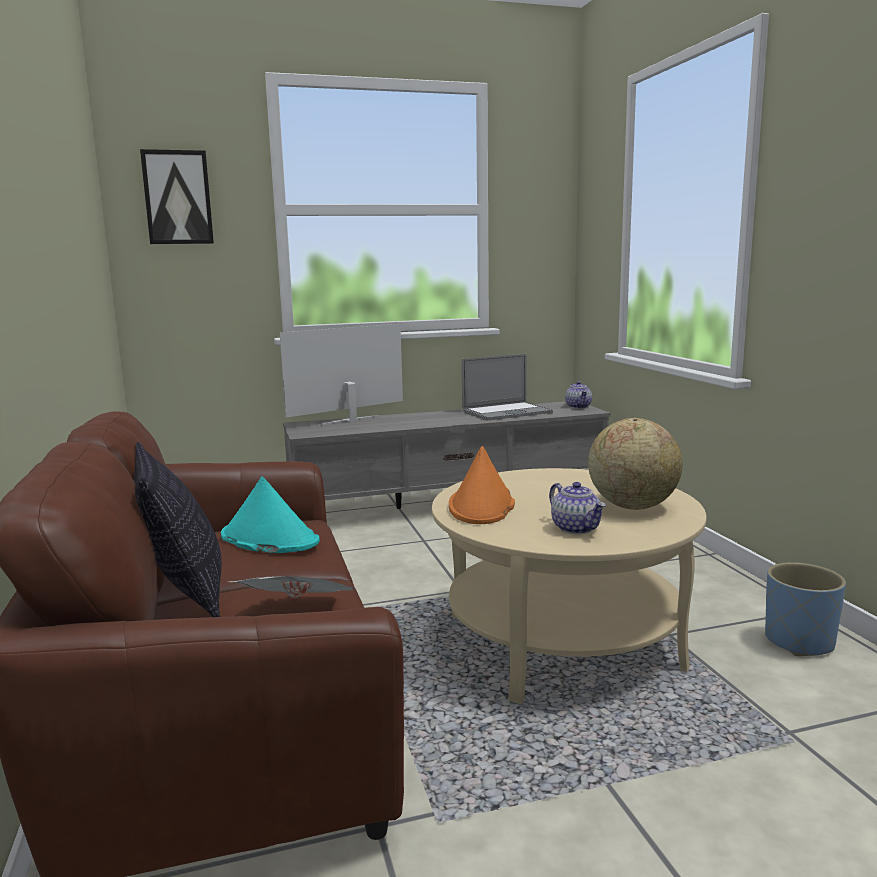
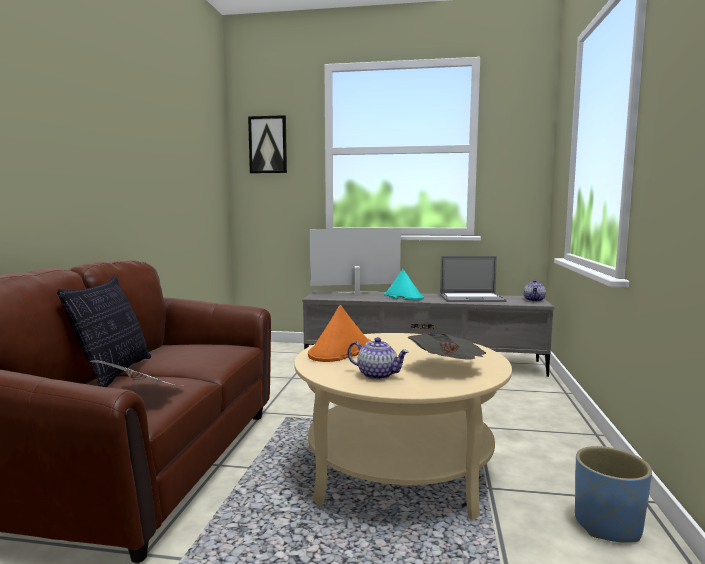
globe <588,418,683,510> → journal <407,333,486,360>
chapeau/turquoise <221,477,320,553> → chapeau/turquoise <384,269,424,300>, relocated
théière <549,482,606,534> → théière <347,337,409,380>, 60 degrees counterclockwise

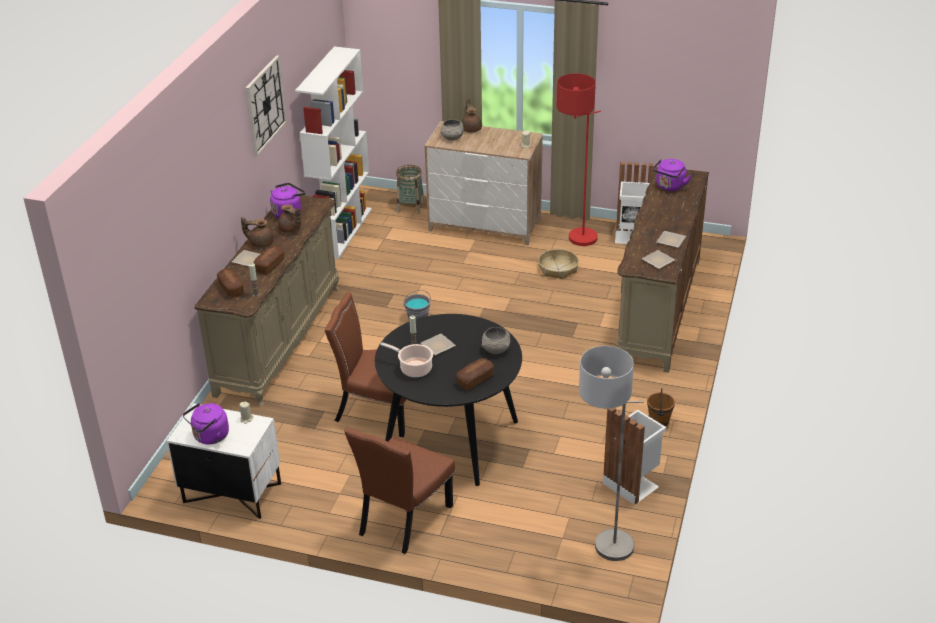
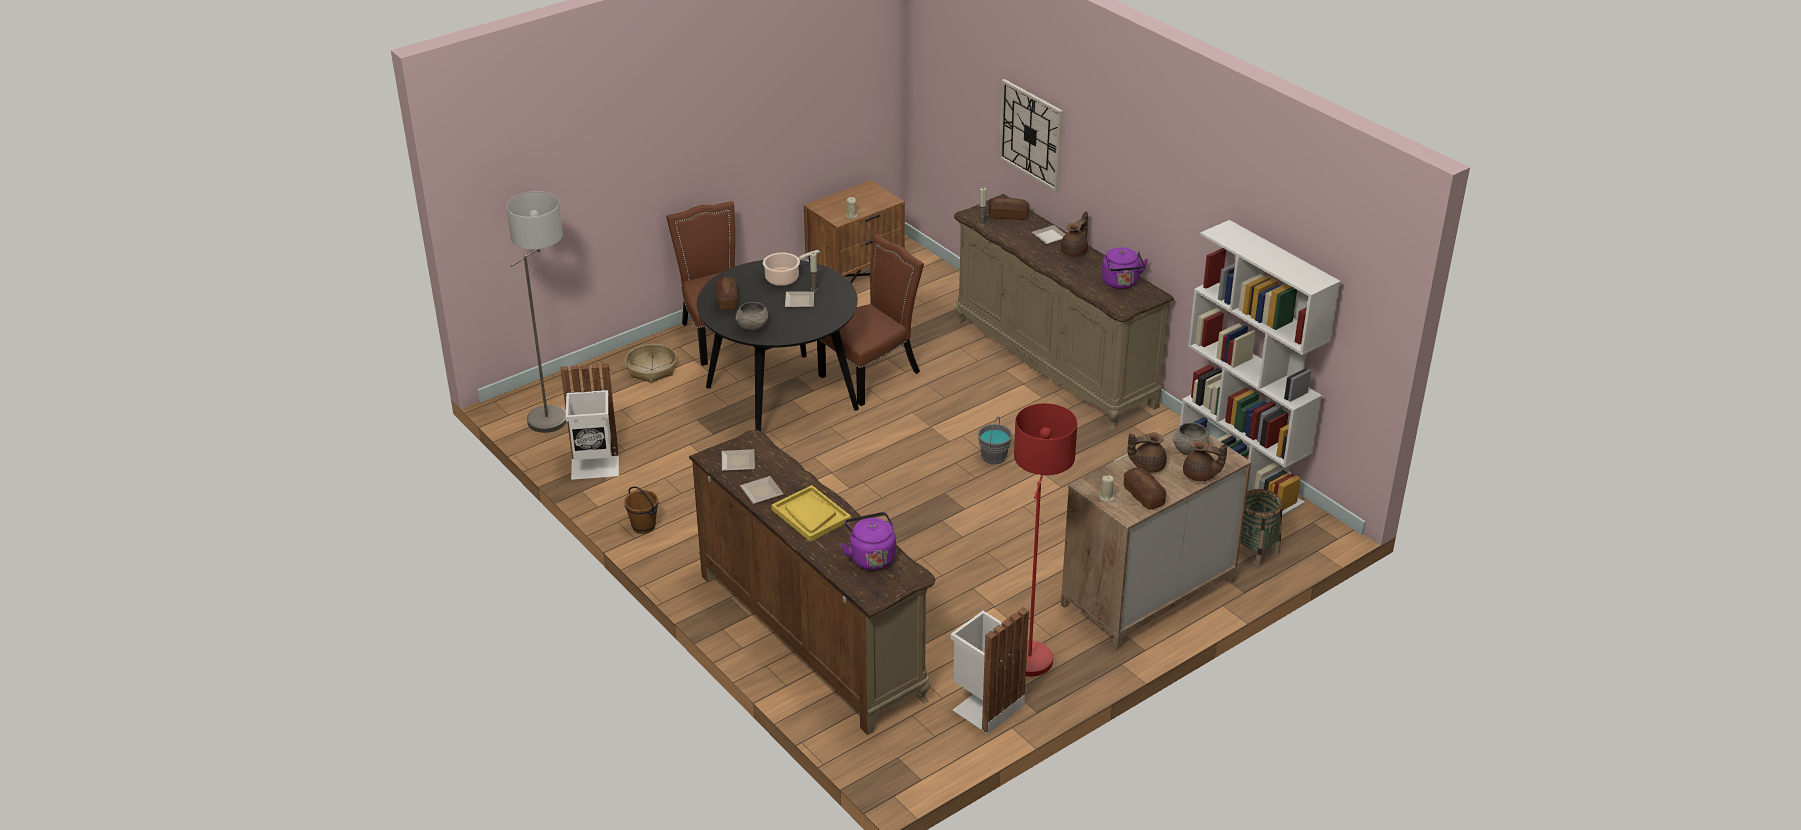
horloge murale <245,55,287,157> → horloge murale <999,79,1063,192>, relocated
théière/marron <278,205,301,233> → théière/marron <1127,432,1167,473>, relocated
pain <254,246,285,275> → pain <1124,467,1166,510>, relocated
panier <538,249,579,279> → panier <625,344,677,383>, relocated
table de chevet/blanc <167,403,281,519> → table de chevet/marron <804,180,905,283>
bouilloire/violet <183,403,229,444> → -
- → plateau/jaune <771,485,851,542>

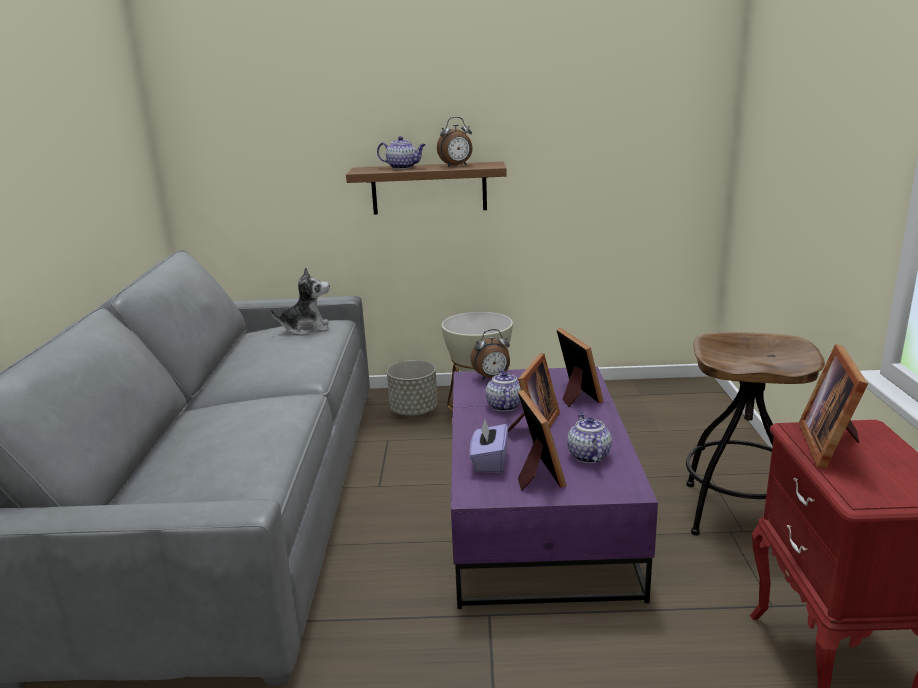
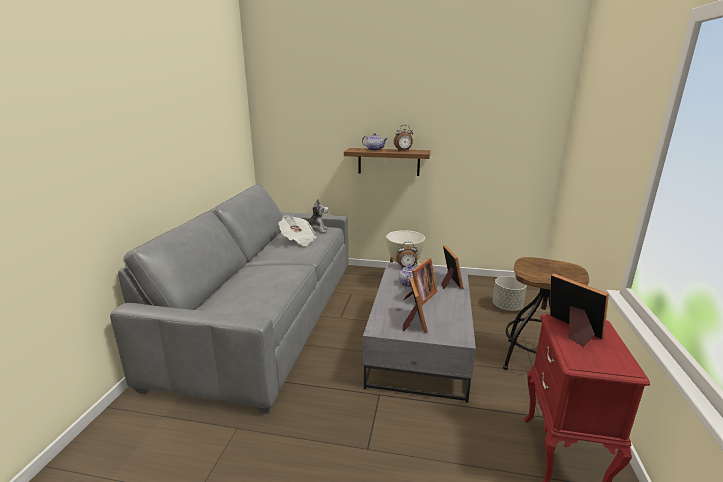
cadre photo <799,344,868,470> → cadre photo <550,273,609,347>, 120 degrees clockwise
cache-pot/gris <387,360,438,416> → cache-pot/gris <493,276,527,311>, relocated
table basse/violet <450,367,658,609> → table basse/gris <363,262,476,403>
théière <567,413,612,463> → -
boîte à mouchoirs/violet <470,419,508,473> → -
- → journal <278,216,317,246>

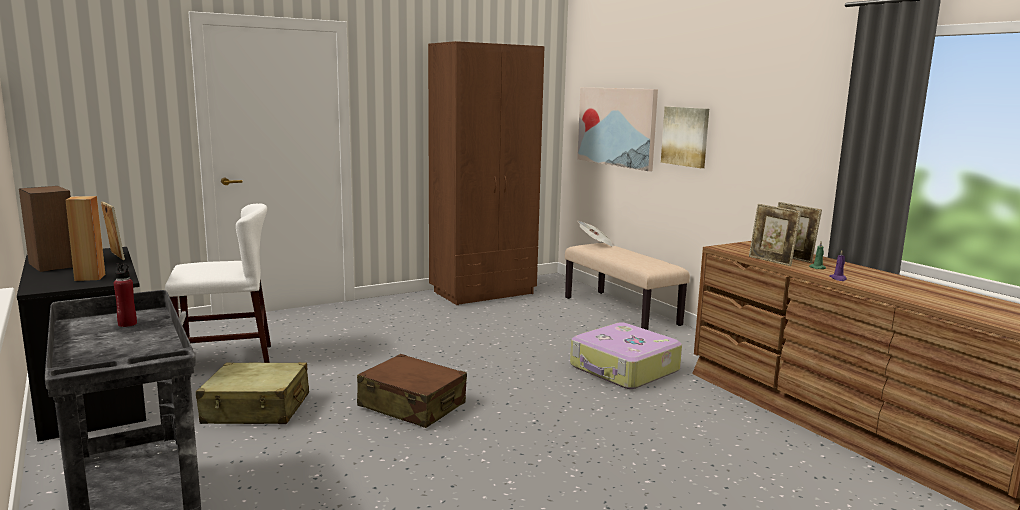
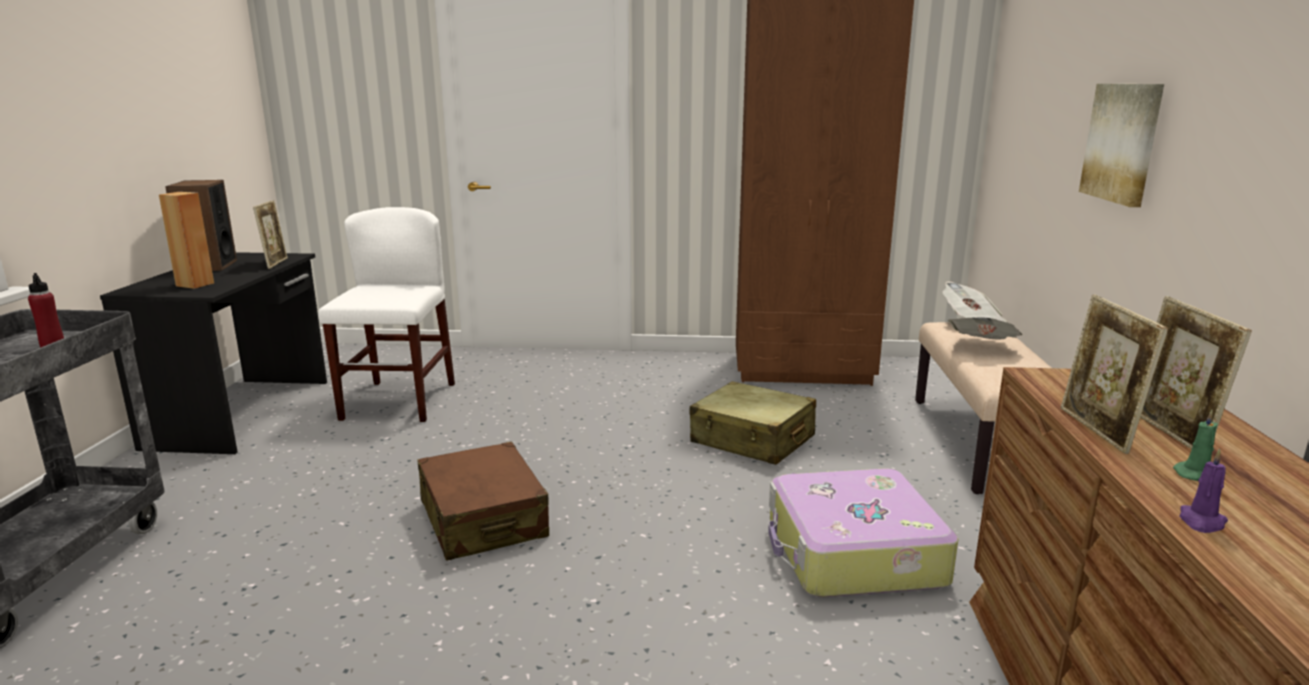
tableau <577,87,658,171> → -
chaise/blanc <165,204,271,363> → chaise/blanc <318,207,455,422>, 105 degrees counterclockwise
valise/beige <196,362,309,424> → valise/beige <690,381,816,465>, relocated
- → journal <948,317,1022,340>

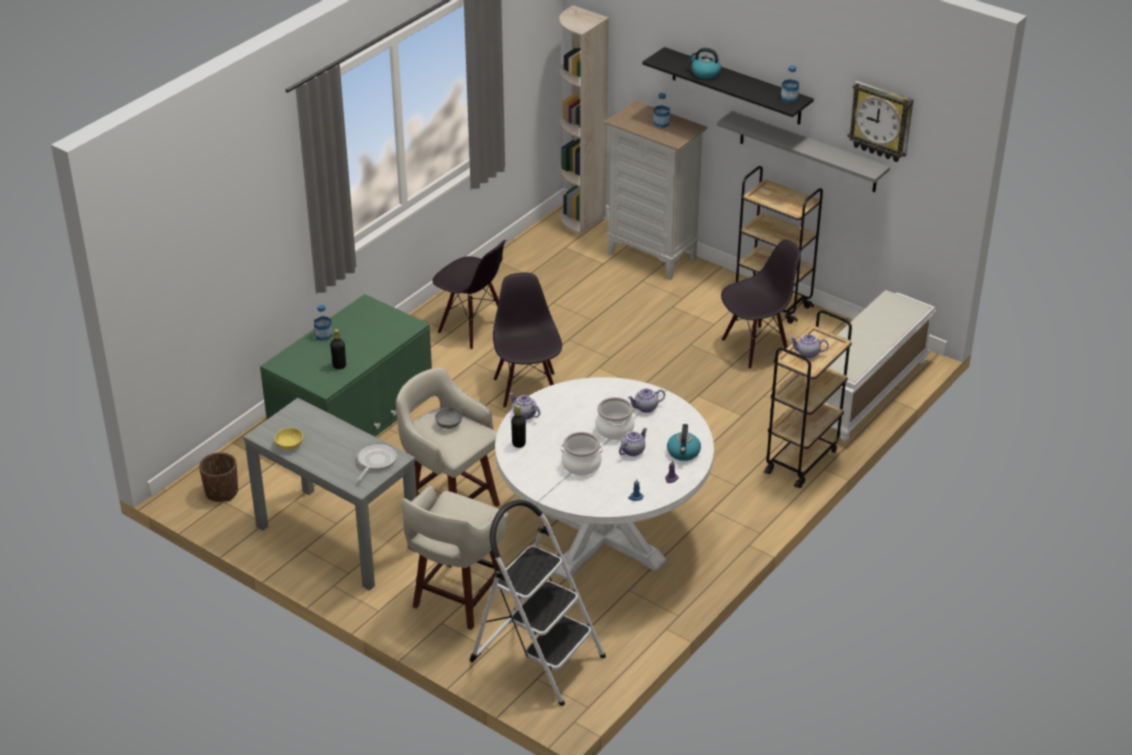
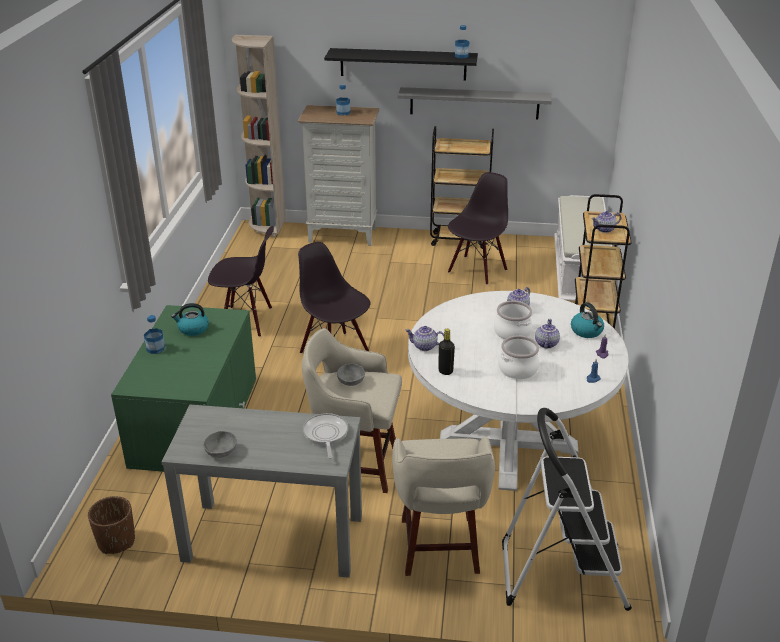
bouilloire <689,48,721,79> → bouilloire <171,303,209,336>, relocated
horloge murale <847,81,914,162> → -
bouteille/noir <330,329,346,369> → -
bol/jaune <274,428,303,450> → bol/gris <203,431,237,458>

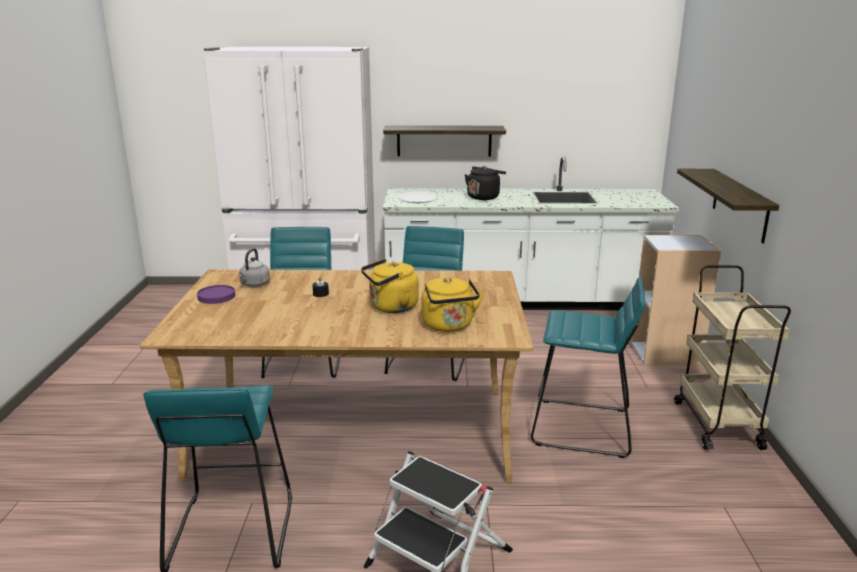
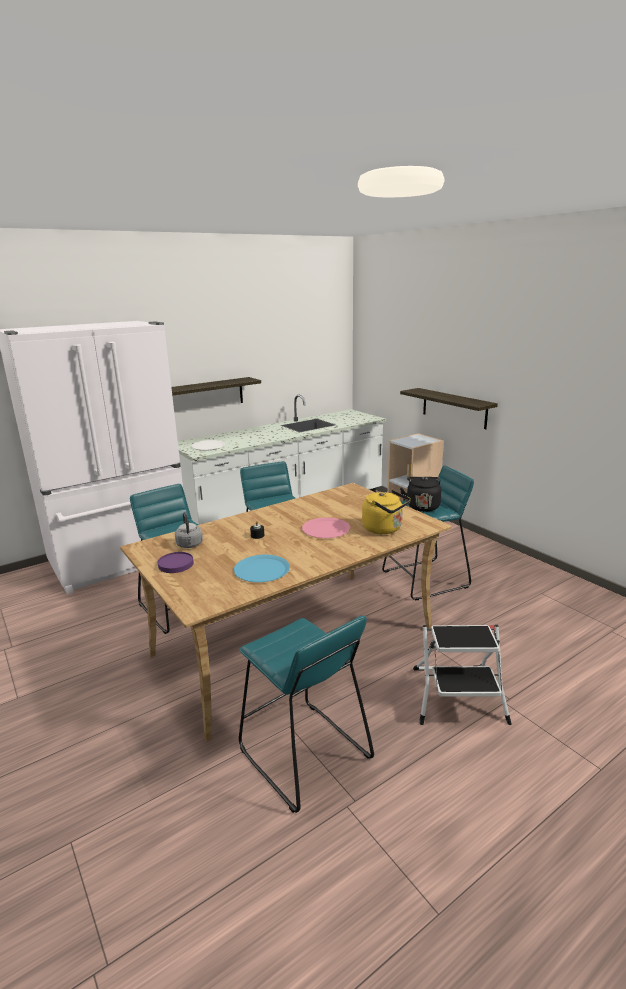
bouilloire/noir <465,166,506,200> → bouilloire/noir <400,477,441,512>, relocated
bouilloire/jaune <361,259,418,313> → assiette/rose <302,517,350,538>
chariot/beige <674,265,791,450> → -
- → assiette/bleu <234,555,290,582>

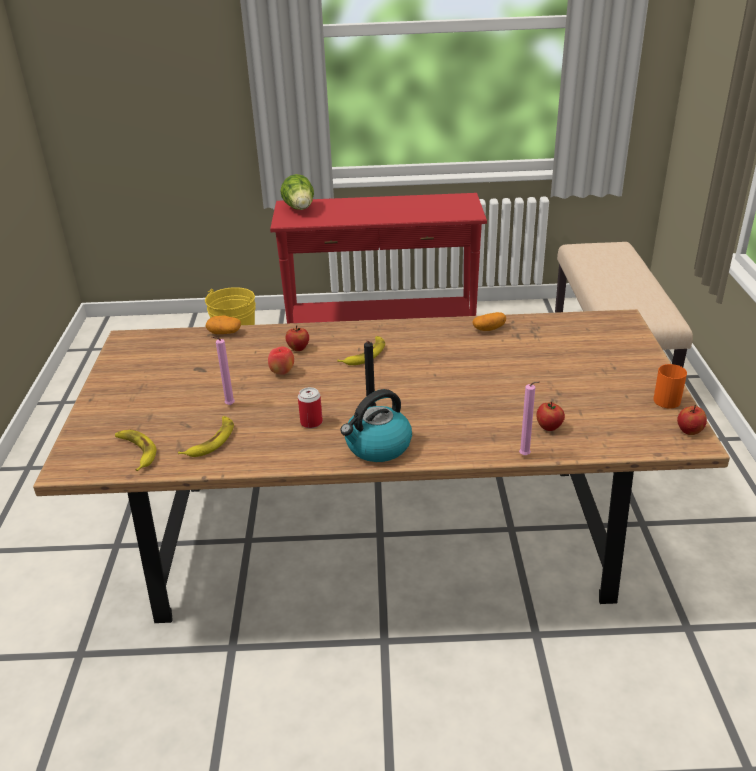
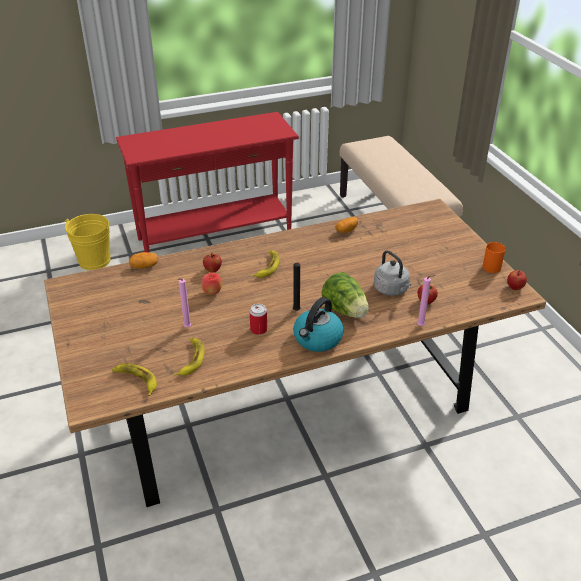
laitue <280,174,314,210> → laitue <322,272,369,318>, relocated
- → bouilloire/gris <374,250,411,296>

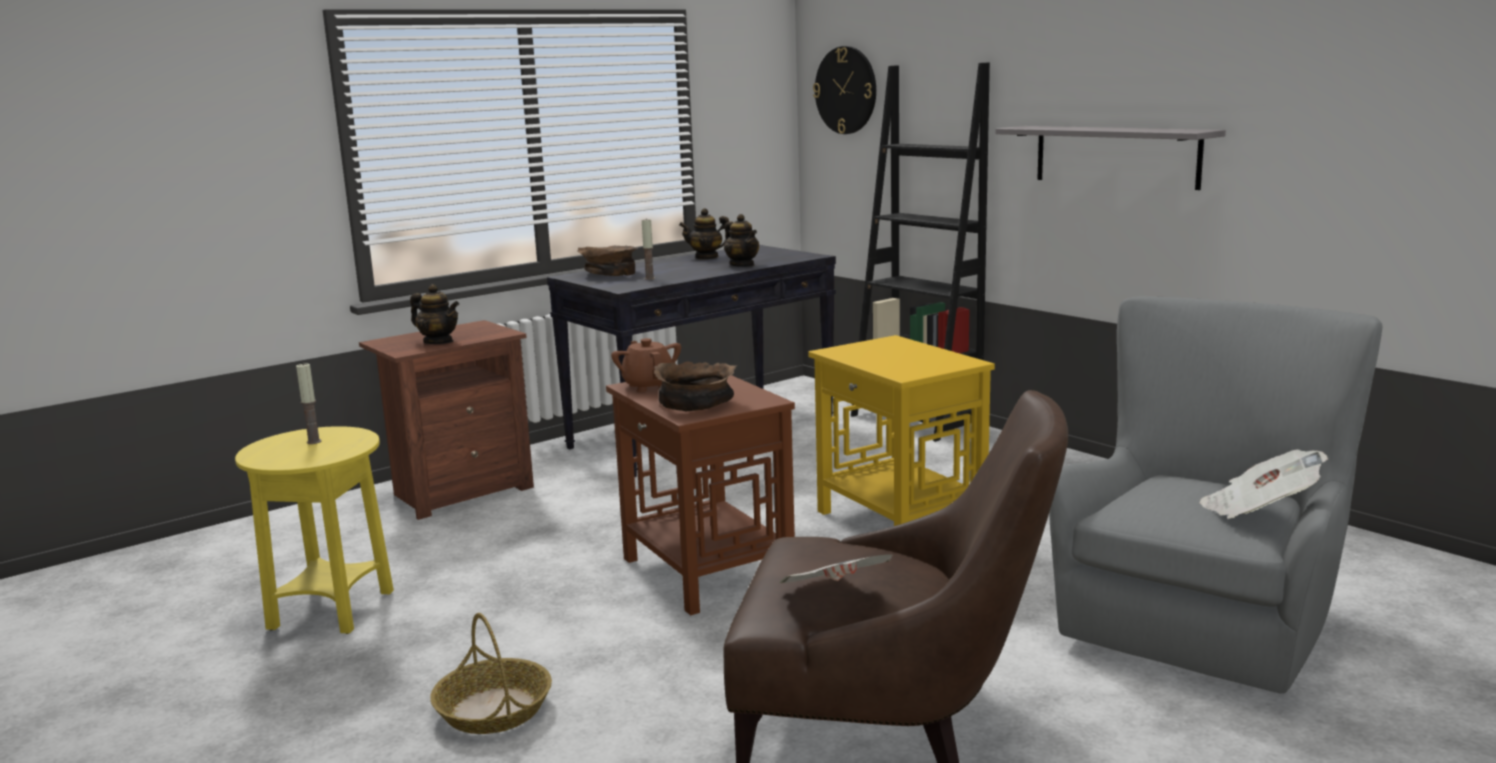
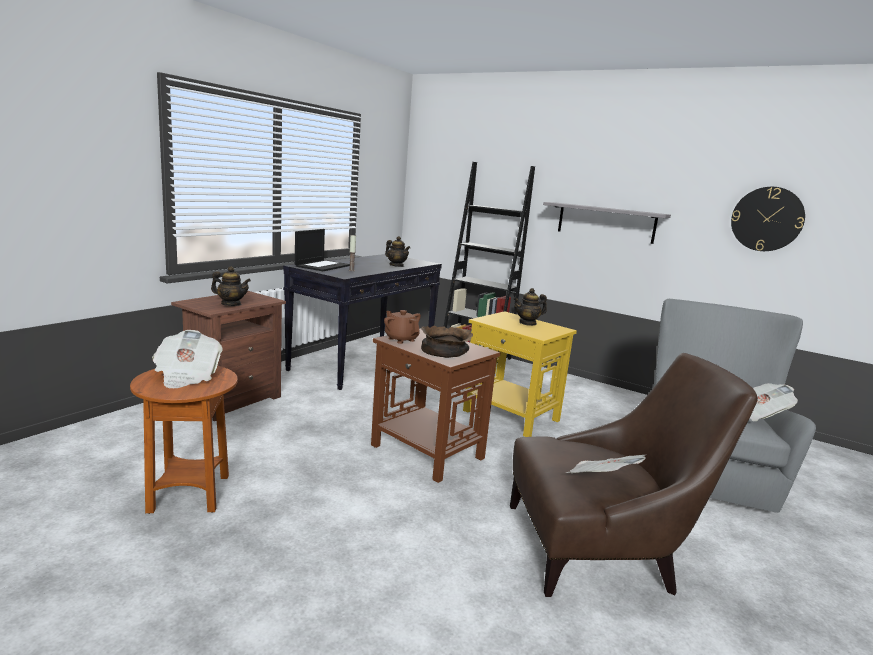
horloge murale <813,46,876,134> → horloge murale <731,187,805,251>, relocated
théière <679,208,729,260> → théière <514,288,547,326>, relocated
bol/marron <577,246,638,276> → ordinateur portable <295,229,350,271>
bougie <296,364,321,444> → journal <152,330,223,388>
table d'appoint/jaune <235,426,394,634> → table d'appoint/marron <130,366,238,514>
panier <430,613,552,734> → -

